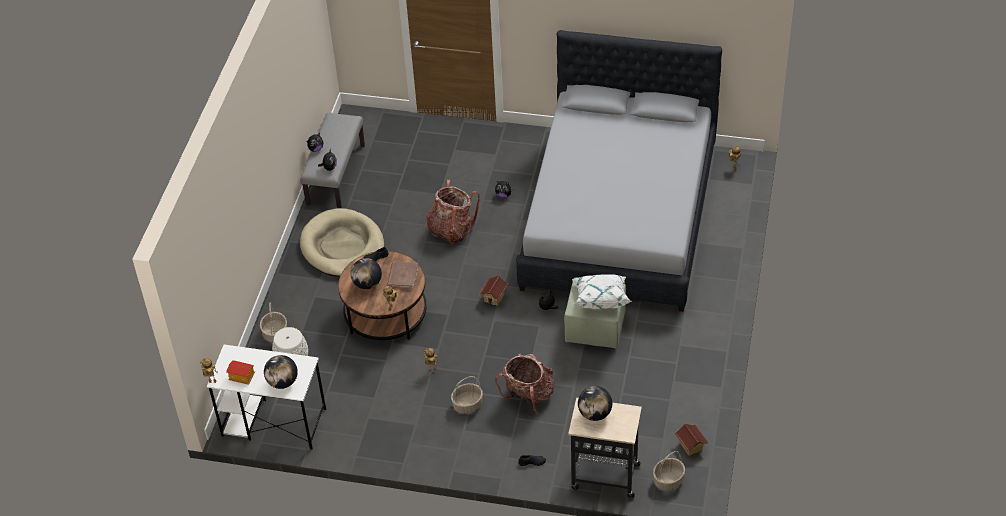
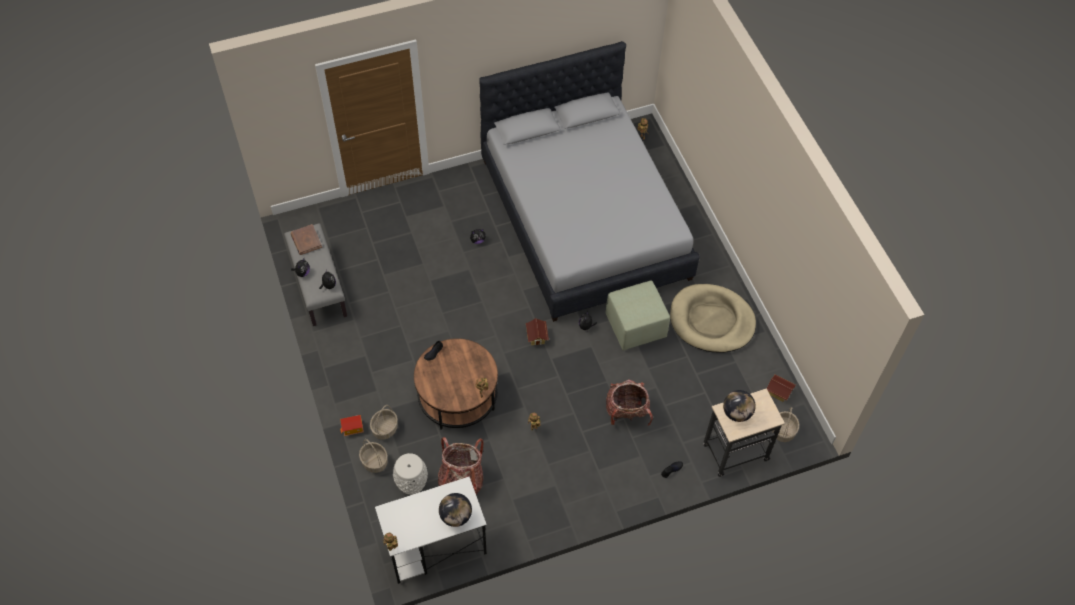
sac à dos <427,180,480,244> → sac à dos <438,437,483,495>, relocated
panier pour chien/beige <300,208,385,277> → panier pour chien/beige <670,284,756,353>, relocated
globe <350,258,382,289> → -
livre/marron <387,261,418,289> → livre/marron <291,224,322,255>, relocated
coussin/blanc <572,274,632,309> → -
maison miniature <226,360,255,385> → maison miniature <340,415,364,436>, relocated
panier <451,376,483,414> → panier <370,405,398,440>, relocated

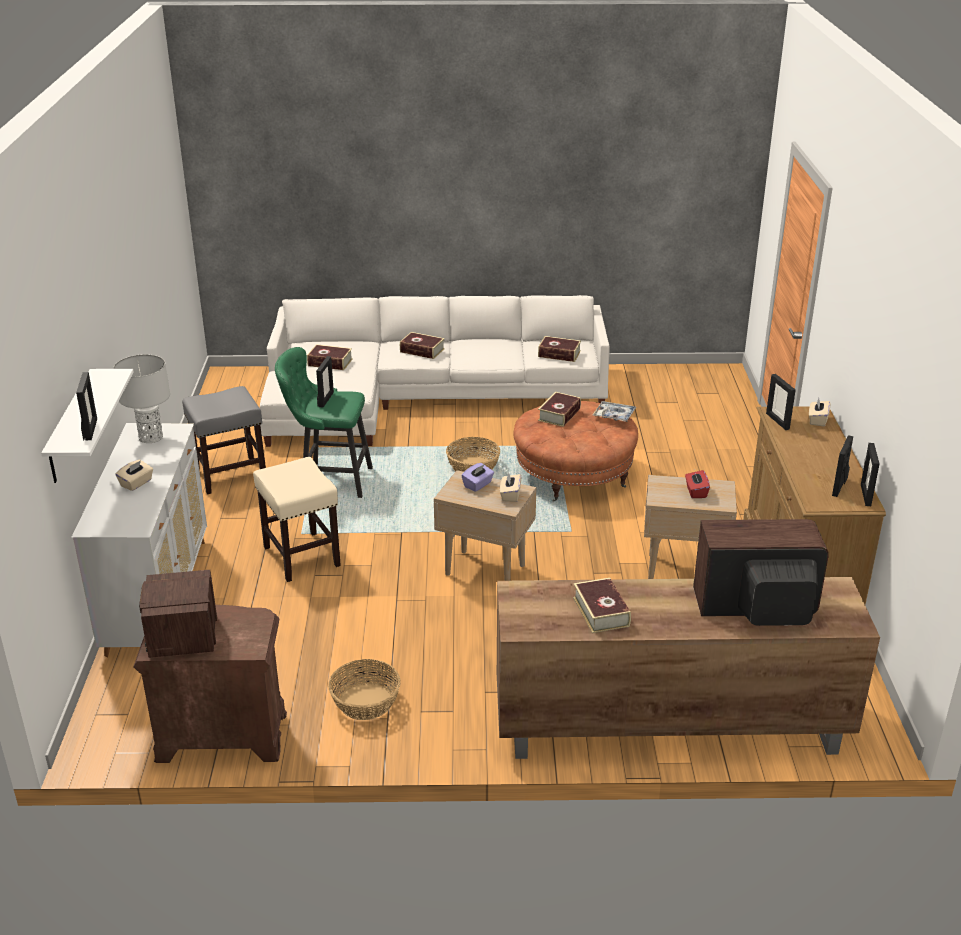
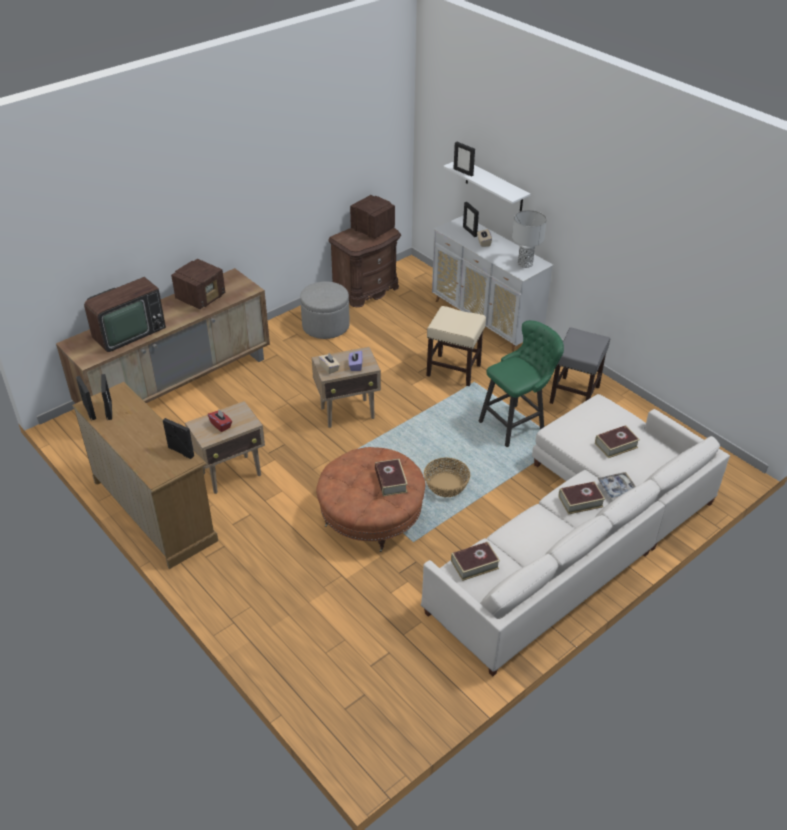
cadre photo <316,356,334,408> → cadre photo <463,202,479,237>, relocated
boîte à mouchoirs/beige <809,398,830,427> → -
plateau <593,401,636,422> → plateau <598,472,636,499>, relocated
livre <573,578,631,633> → radio <171,259,225,309>
panier <328,659,401,720> → pouf/gris <300,281,350,339>

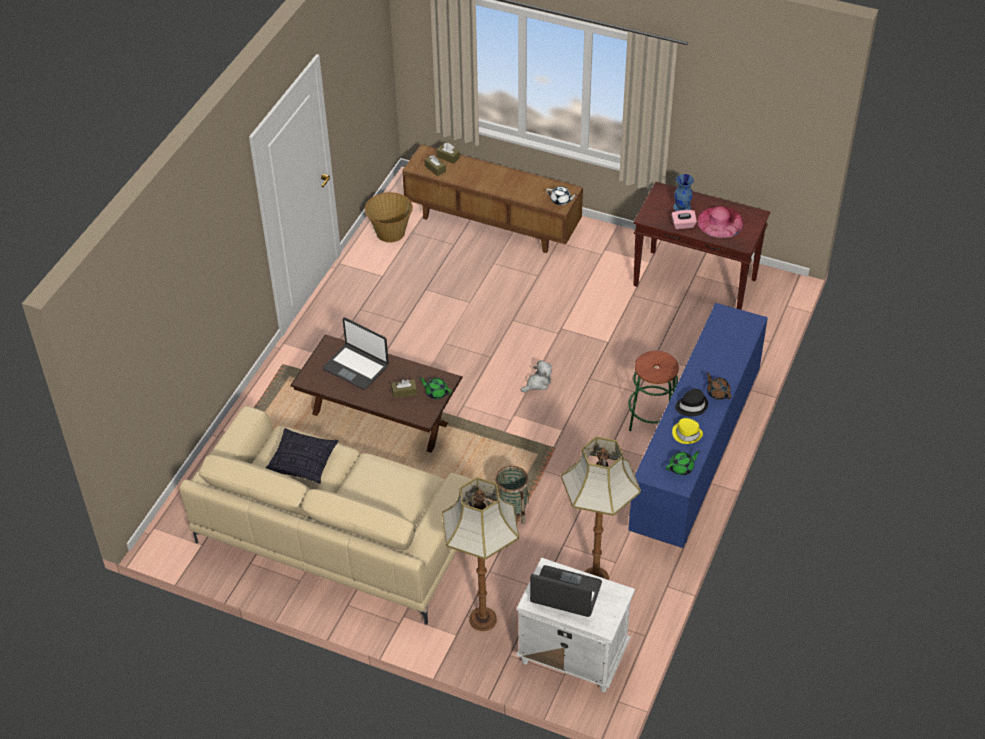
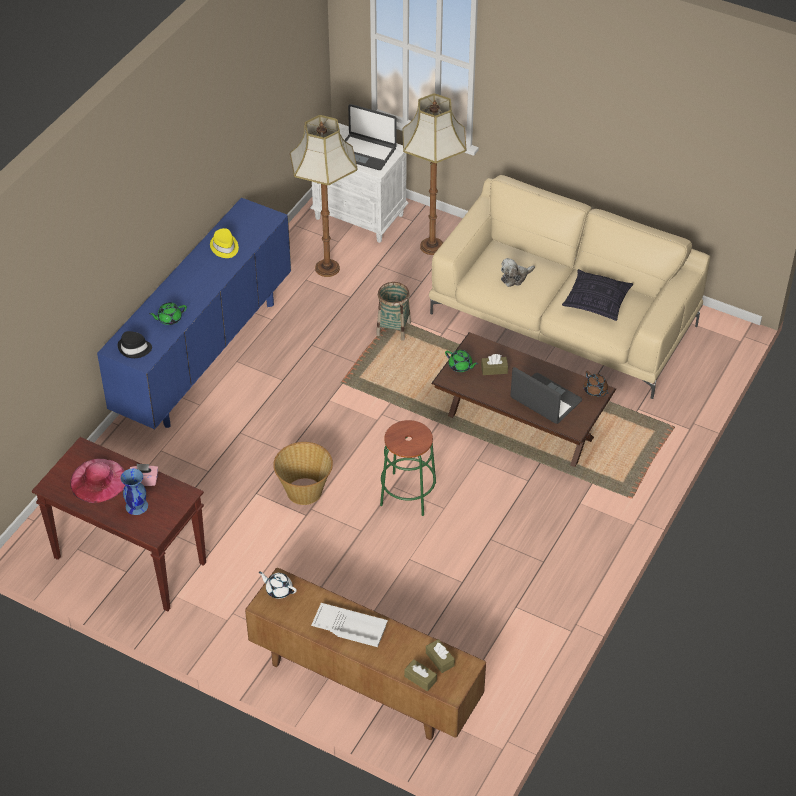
panier <365,192,413,242> → panier <273,442,333,505>, relocated
tabouret/vert <628,351,679,431> → tabouret/vert <380,420,436,516>, relocated
peluche <521,360,552,392> → peluche <501,258,535,287>, relocated
théière/marron <706,372,732,400> → théière/marron <584,371,608,397>, relocated
chapeau/noir <675,389,708,417> → chapeau/noir <118,331,152,358>, relocated
théière/vert <666,451,700,475> → théière/vert <149,302,187,325>, relocated
- → plateau/blanc <311,603,388,647>

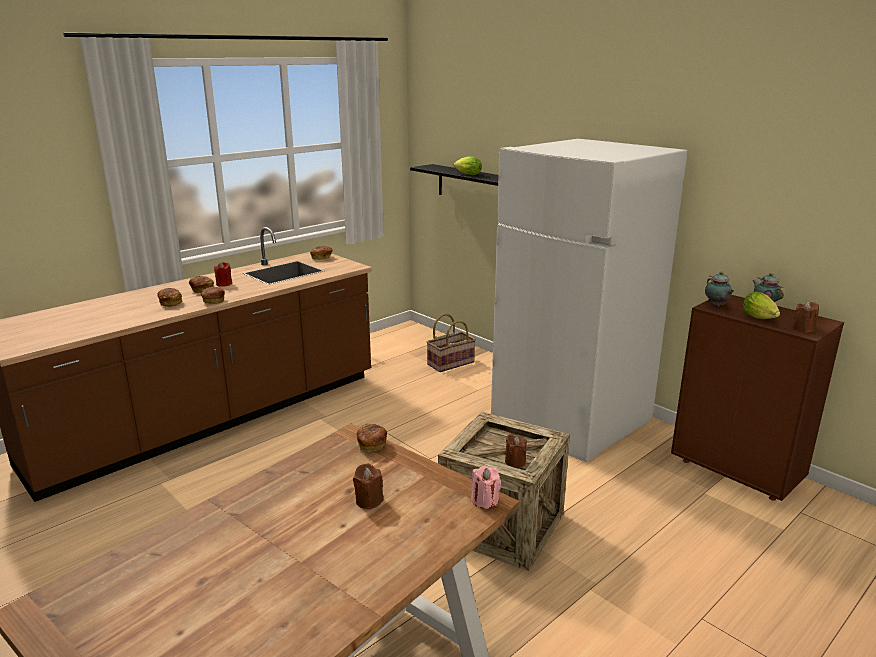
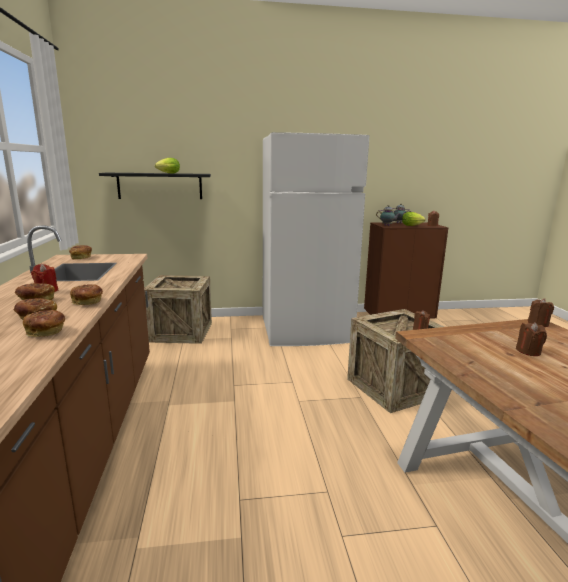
panier <426,314,476,372> → caisse <144,275,212,344>
pain <356,424,387,452> → pain <23,310,65,337>, relocated
bougie/rose <471,466,501,509> → bougie/marron <528,299,554,327>

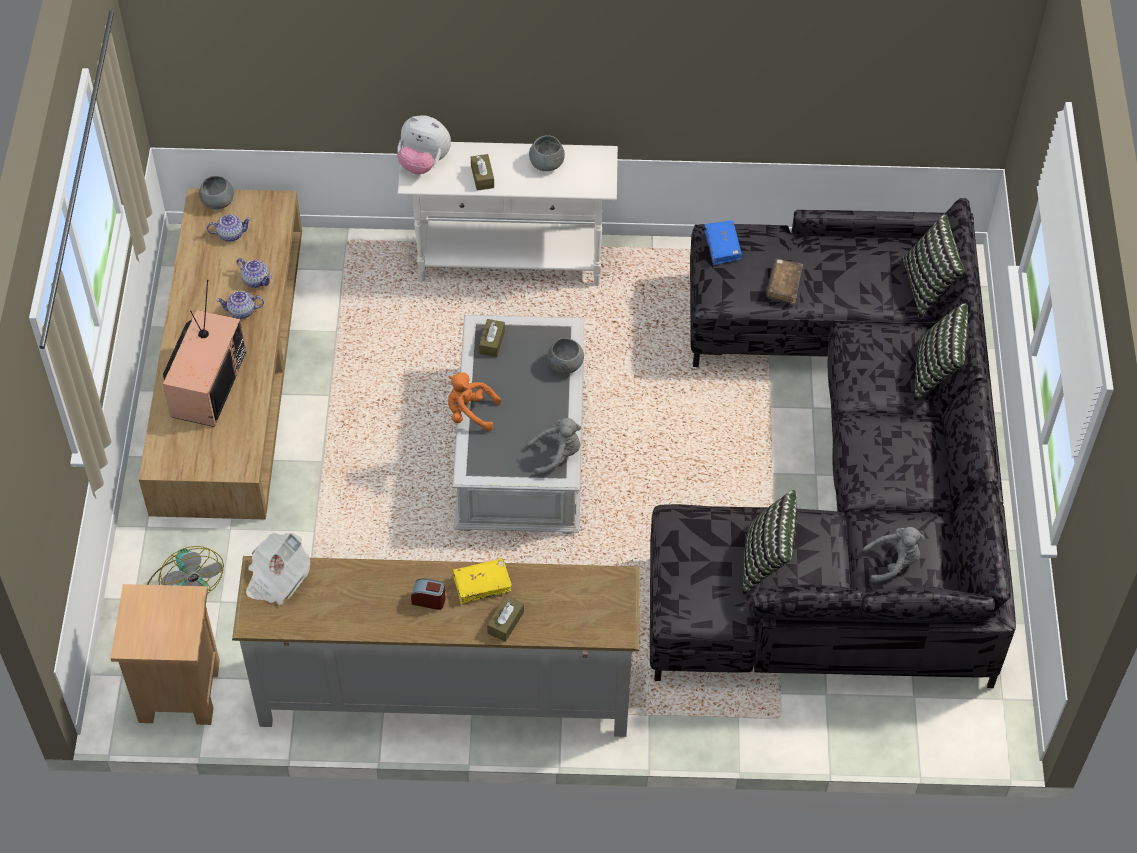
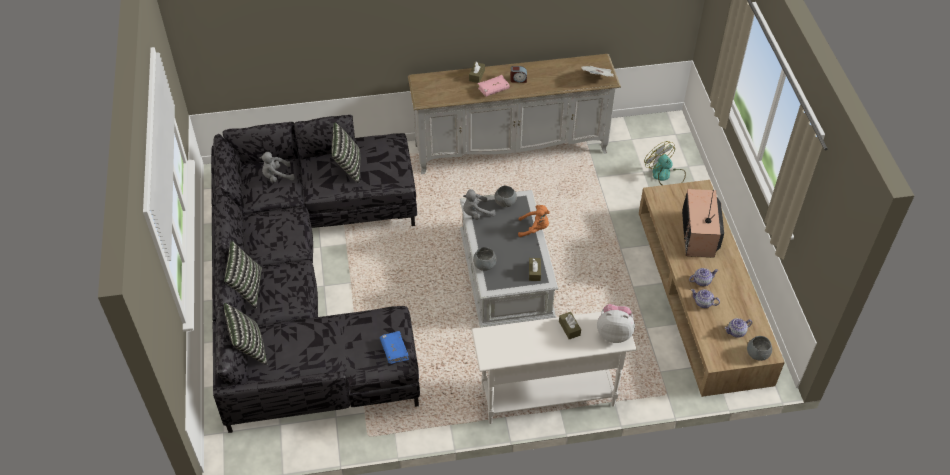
bol/gris <529,135,565,171> → bol/gris <495,186,517,207>, relocated
livre/marron <766,259,803,305> → -
livre/jaune <453,558,512,604> → livre/rose <478,75,510,97>
table de chevet/beige <110,584,220,725> → -

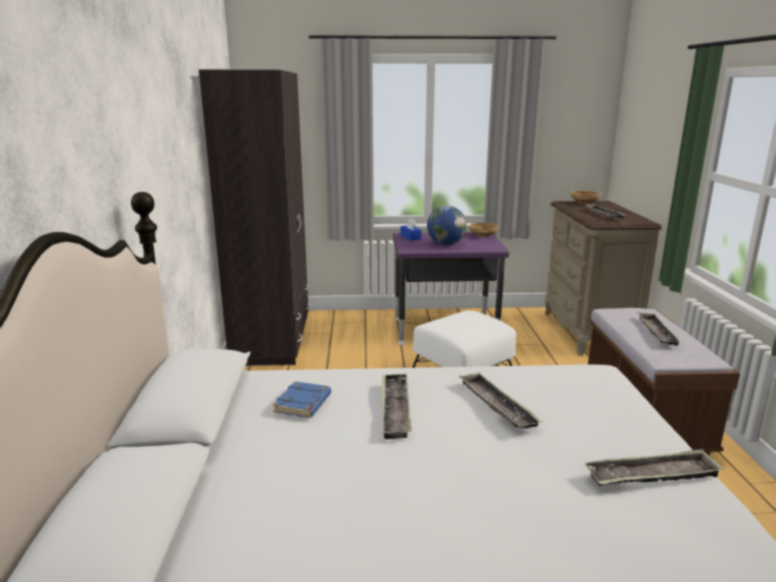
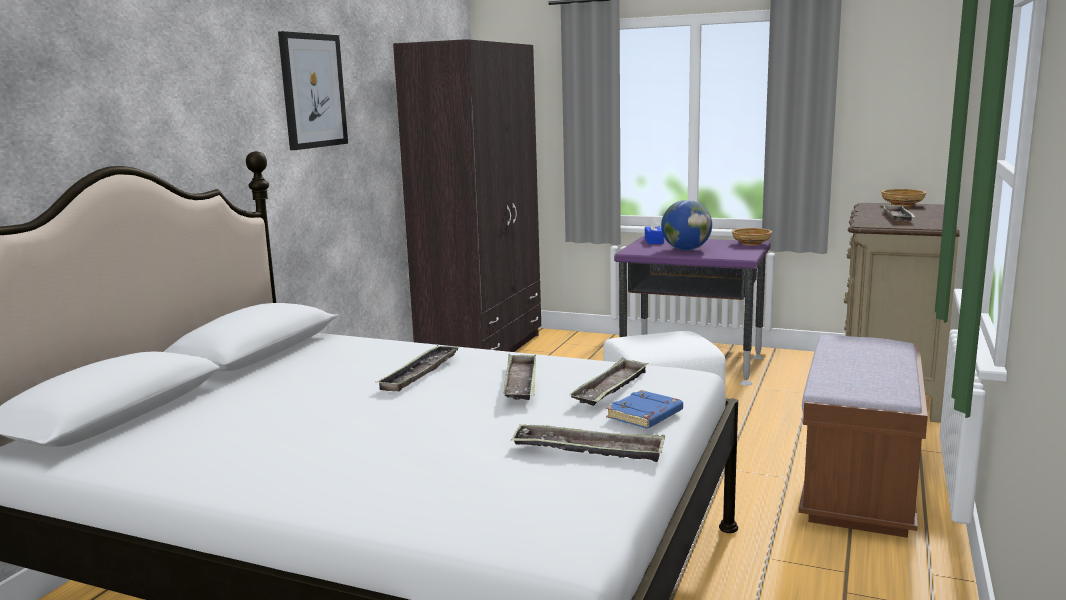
plateau <637,312,682,346> → plateau <569,358,649,406>, relocated
livre/bleu <273,381,331,418> → livre/bleu <606,390,683,428>, relocated
- → tableau <278,31,348,150>

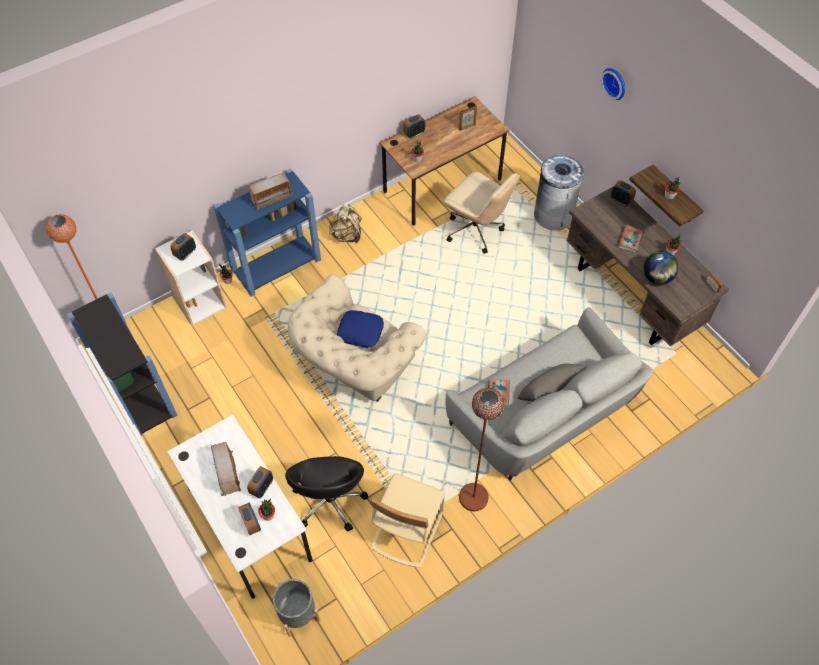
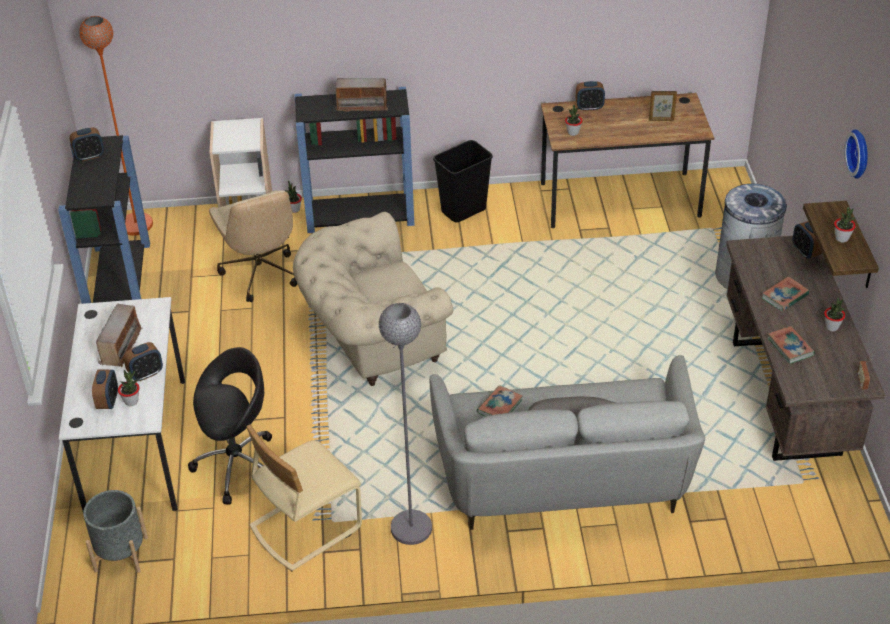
horloge murale <601,68,625,100> → horloge murale <844,130,868,179>, relocated
bibliothèque/bleu <213,169,321,297> → bibliothèque/noir <295,87,415,233>
chaise de bureau/beige <443,172,519,254> → chaise de bureau/beige <209,190,297,302>, relocated
sac à dos/beige <329,204,362,243> → poubelle/noir <433,140,493,222>
réveil <170,233,196,261> → réveil <70,127,104,161>, relocated
globe <644,251,678,285> → livre <768,326,815,364>
coussin/bleu <337,310,384,348> → -
lampadaire/marron <459,388,504,511> → lampadaire/gris <379,303,432,545>
chaise de bureau/noir <285,456,368,531> → chaise de bureau/noir <188,347,272,505>, 135 degrees counterclockwise

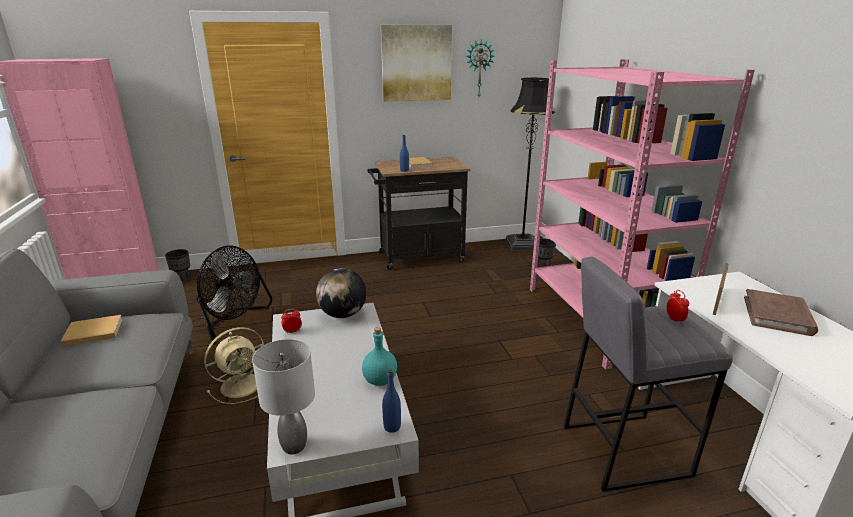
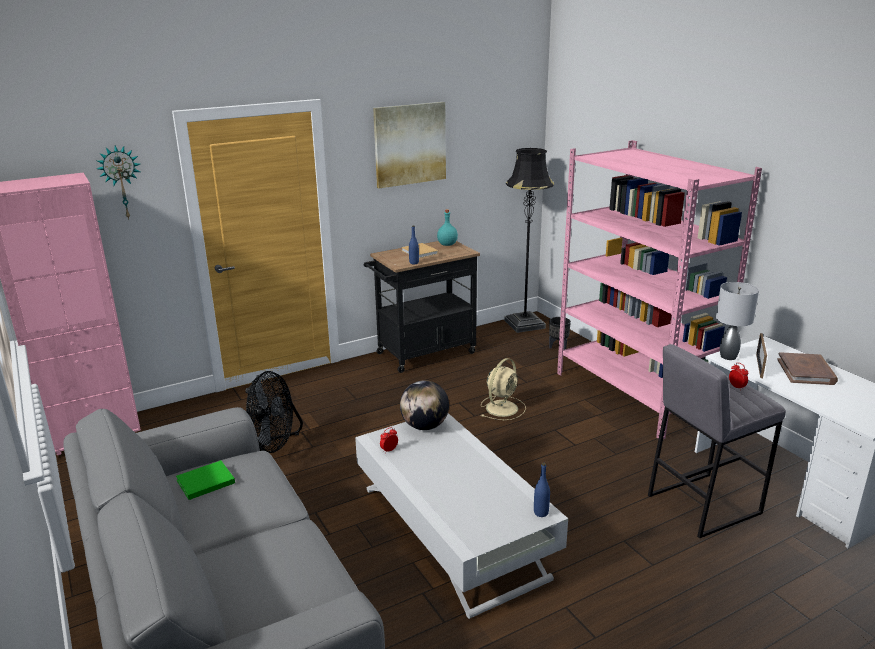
horloge murale <466,39,494,97> → horloge murale <96,146,140,219>, relocated
cache-pot/noir <165,249,190,282> → -
livre/beige <60,315,123,346> → livre/vert <176,460,235,500>
ventilateur/beige <204,327,264,404> → ventilateur/beige <481,358,526,420>, relocated
bouteille/turquoise <362,327,397,386> → bouteille/turquoise <437,209,458,246>, relocated
lampe de table/gris <252,339,315,454> → lampe de table/gris <716,282,759,360>, relocated

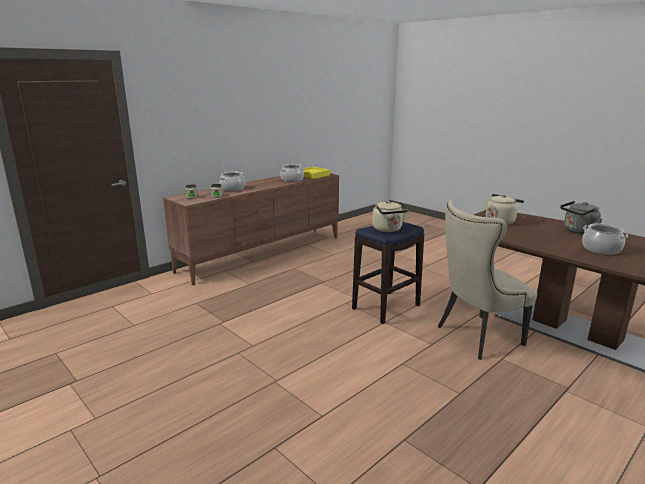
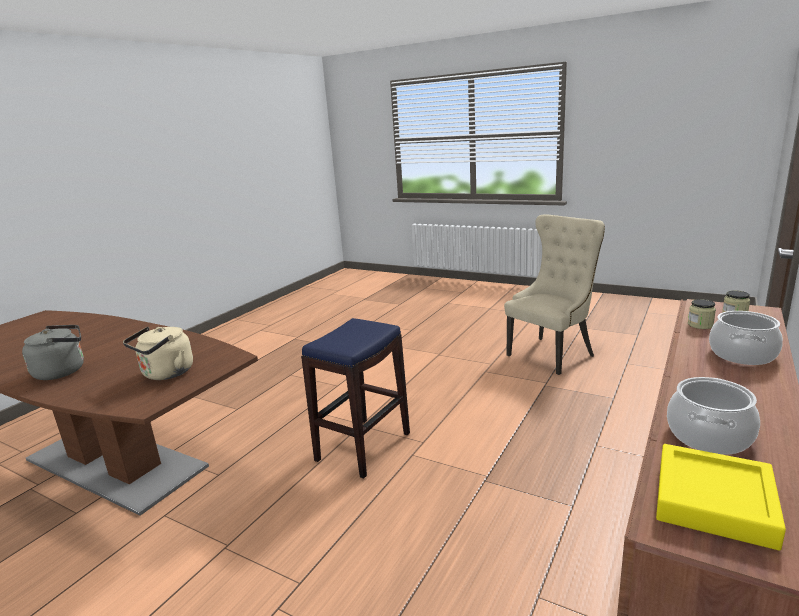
chaise/beige <438,200,537,360> → chaise/beige <504,214,605,375>, relocated
bouilloire/beige <372,201,408,232> → -
marmite <582,224,628,255> → -

